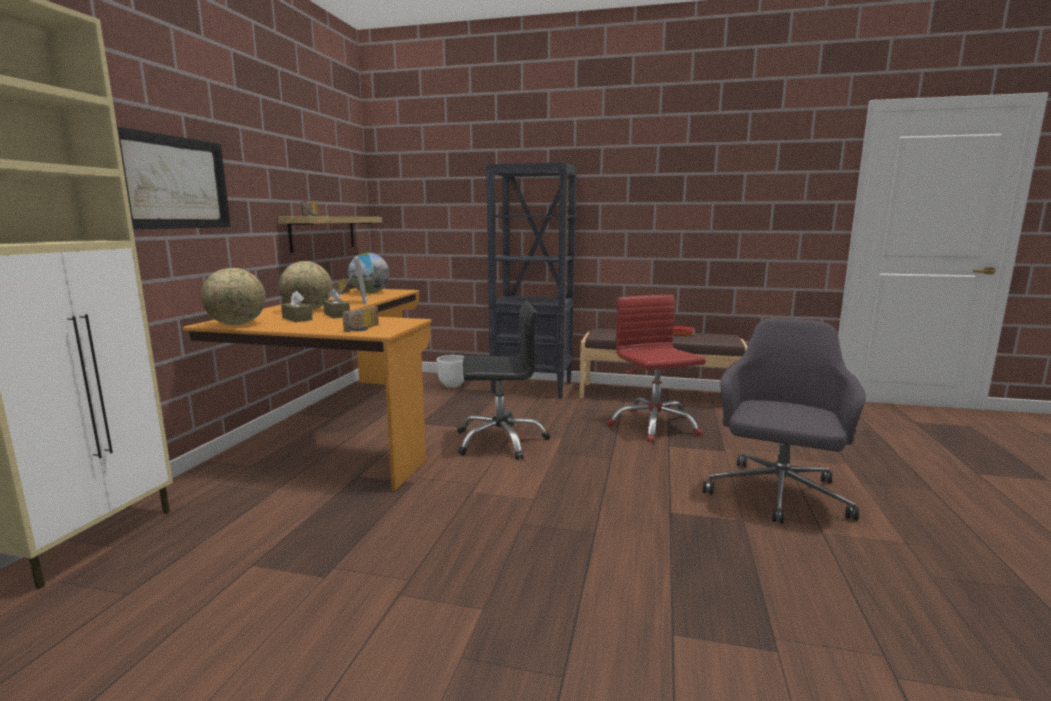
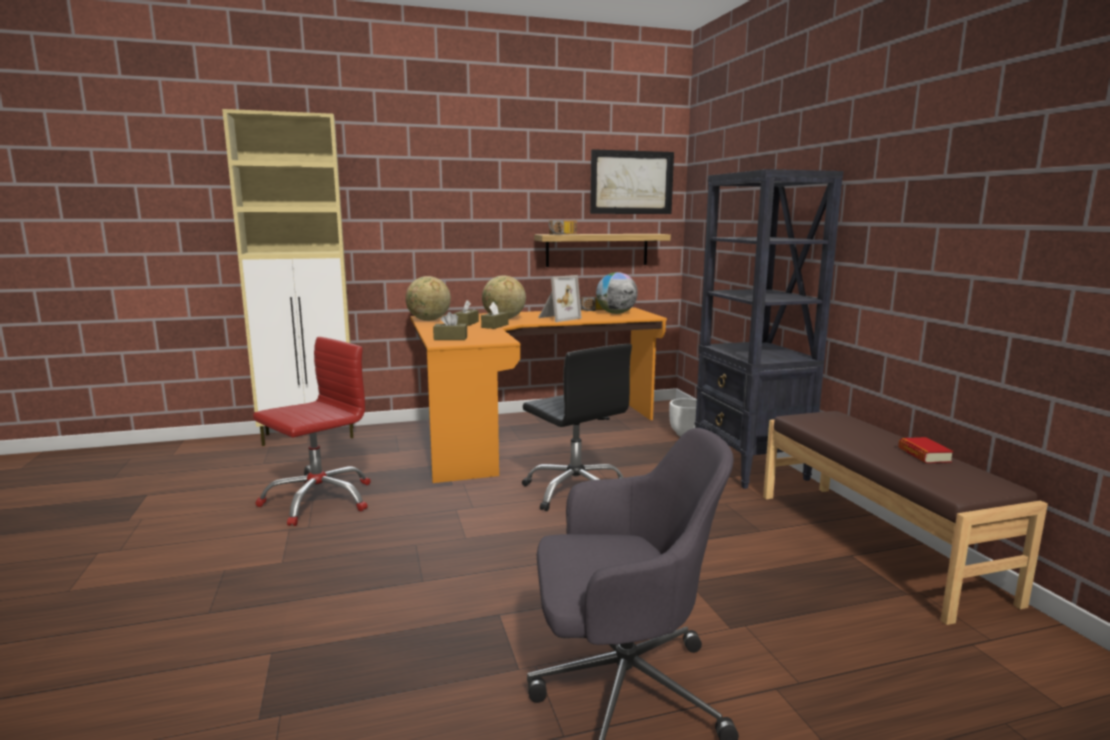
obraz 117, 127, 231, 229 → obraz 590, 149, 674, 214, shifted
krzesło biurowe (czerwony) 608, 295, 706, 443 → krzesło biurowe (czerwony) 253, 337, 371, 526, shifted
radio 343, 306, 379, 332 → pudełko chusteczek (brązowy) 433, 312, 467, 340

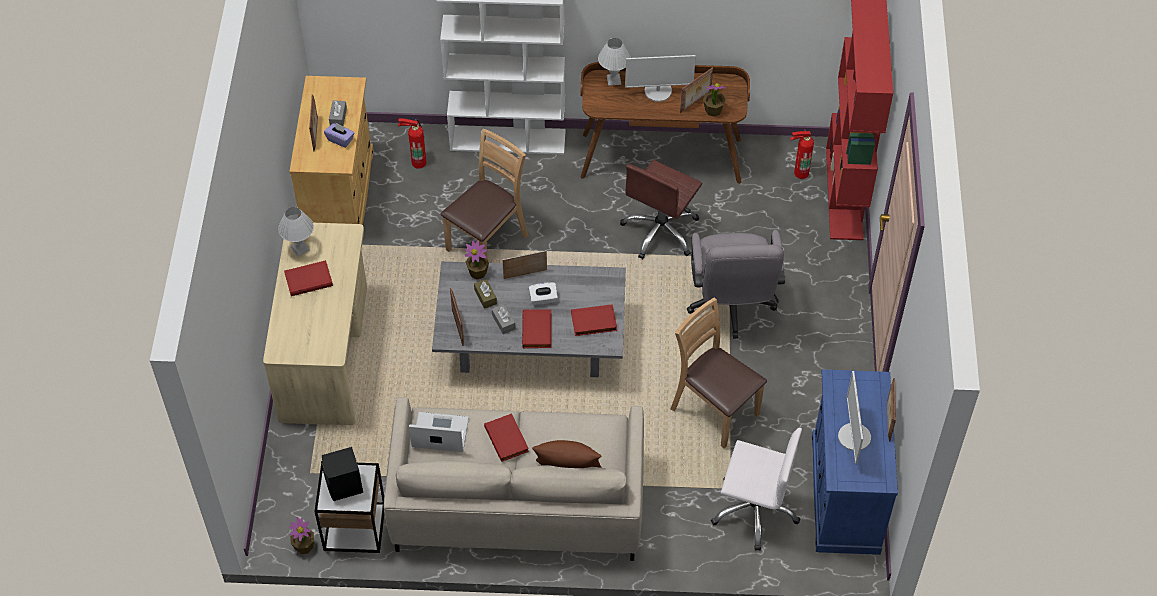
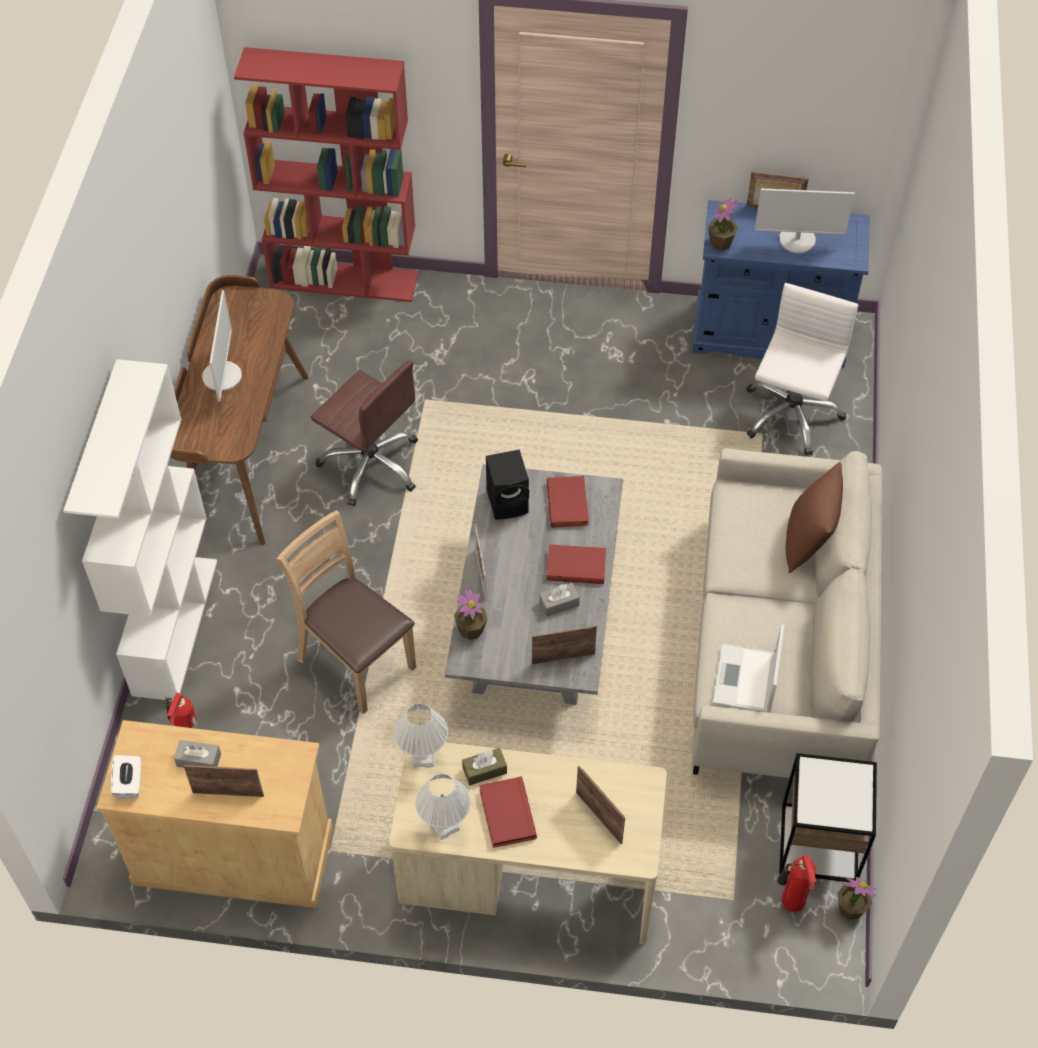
lampa stołowa (biały) 598, 38, 631, 86 → lampa stołowa (biały) 394, 704, 448, 767, shifted
ramka na zdjęcie 680, 67, 713, 113 → ramka na zdjęcie 576, 766, 625, 844, shifted
roślina doniczkowa 703, 83, 727, 117 → roślina doniczkowa 708, 197, 738, 251, shifted
pudełko chusteczek (fioletowy) 324, 122, 354, 148 → -
gaśnica 790, 130, 814, 179 → gaśnica 777, 855, 816, 912, shifted
krzesło biurowe (szary) 687, 230, 785, 339 → -
pudełko chusteczek (brązowy) 474, 279, 497, 309 → pudełko chusteczek (brązowy) 462, 748, 507, 785, shifted
pudełko chusteczek (biały) 529, 282, 558, 305 → pudełko chusteczek (biały) 111, 755, 141, 799, shifted
krzesło (brązowy) 670, 298, 767, 448 → -
książka (czerwony) 484, 413, 529, 462 → -
głośnik (czarny) 321, 447, 363, 501 → głośnik (czarny) 486, 449, 529, 519, shifted

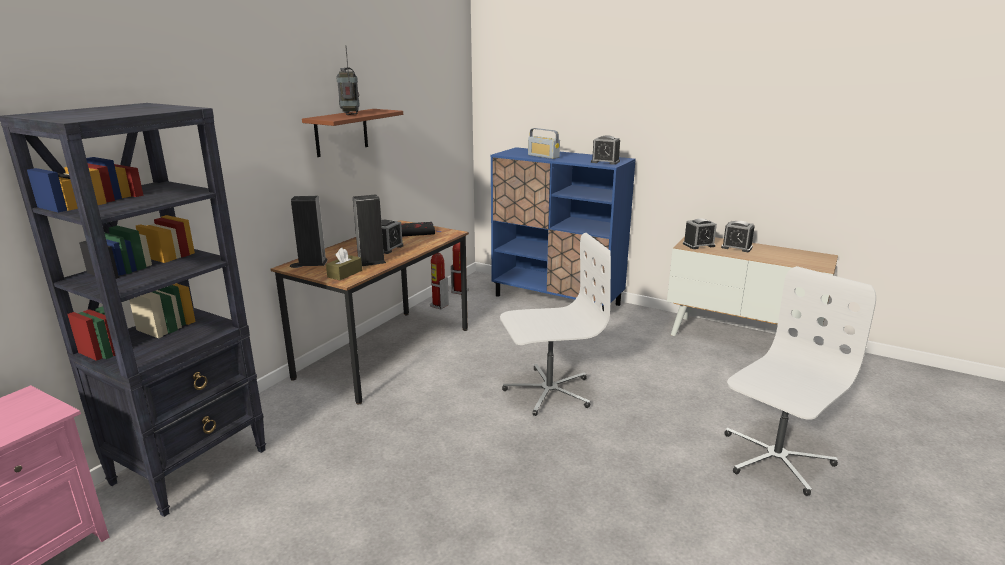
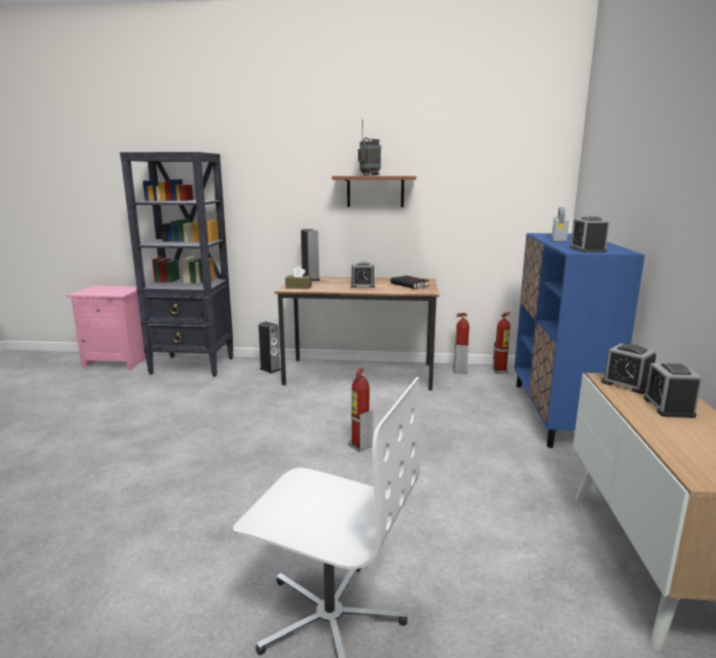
głośnik 353, 194, 386, 266 → głośnik 258, 322, 281, 374, shifted
krzesło biurowe (biały) 500, 233, 611, 416 → gaśnica 348, 368, 373, 452

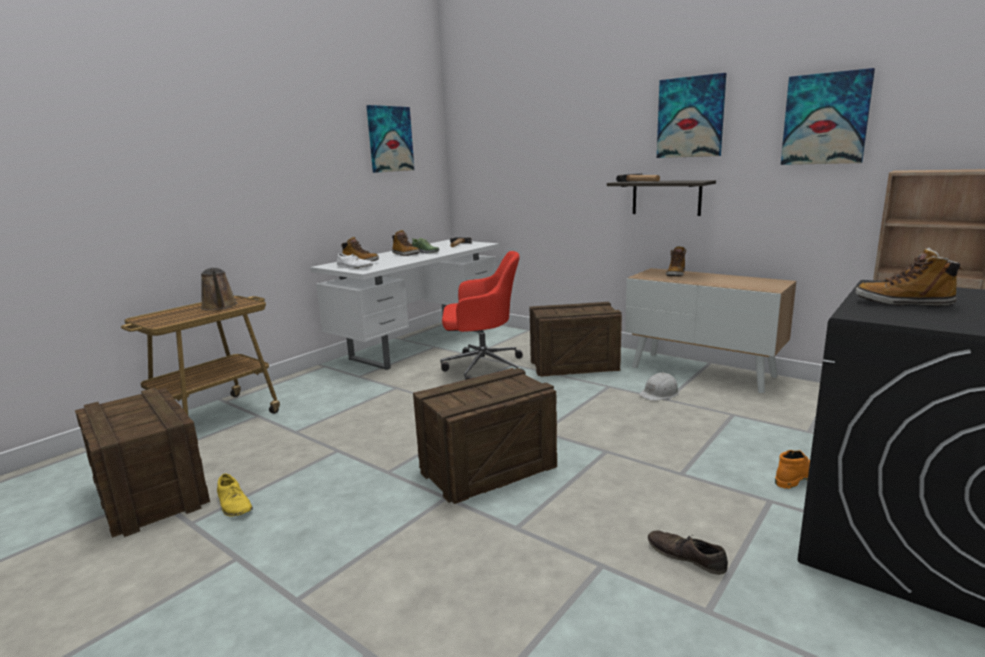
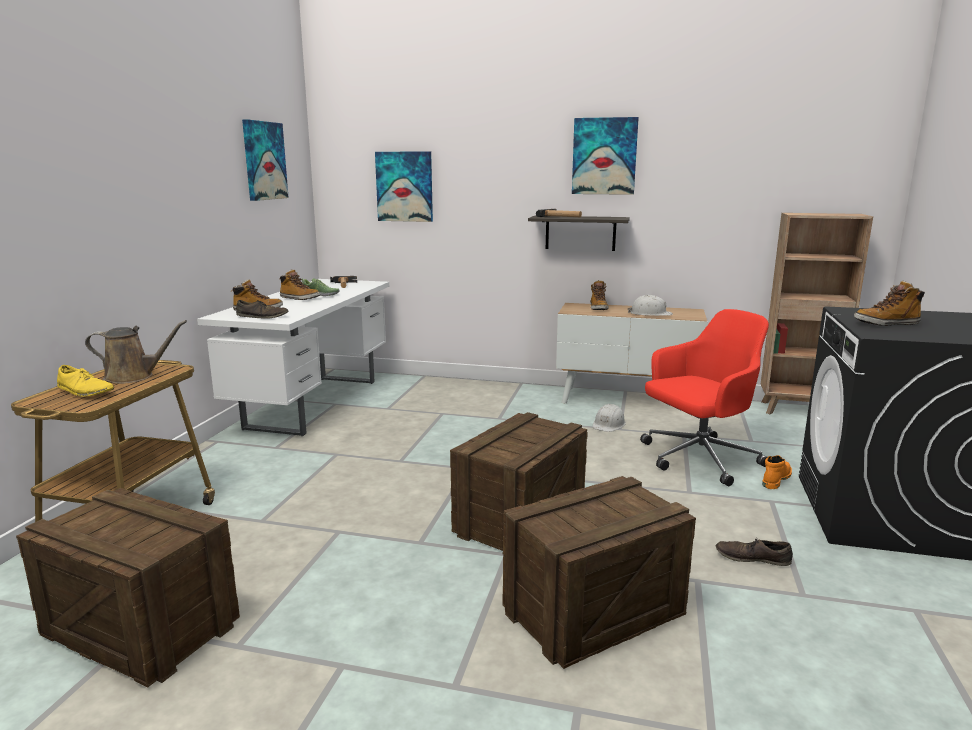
obraz 781, 68, 875, 165 → obraz 375, 151, 433, 222, shifted
krzesło biurowe (czerwony) 440, 251, 524, 380 → krzesło biurowe (czerwony) 640, 309, 769, 486, shifted
but (biały) 337, 253, 373, 269 → but (brązowy) 236, 300, 288, 319
konewka (brązowy) 201, 268, 237, 310 → konewka (brązowy) 85, 320, 187, 384, 45 degrees counterclockwise
skrzynka 529, 302, 622, 377 → skrzynka 502, 476, 696, 669, shifted
but (żółty) 217, 474, 253, 516 → but (żółty) 57, 365, 114, 397, shifted
- → kask (biały) 628, 295, 673, 316

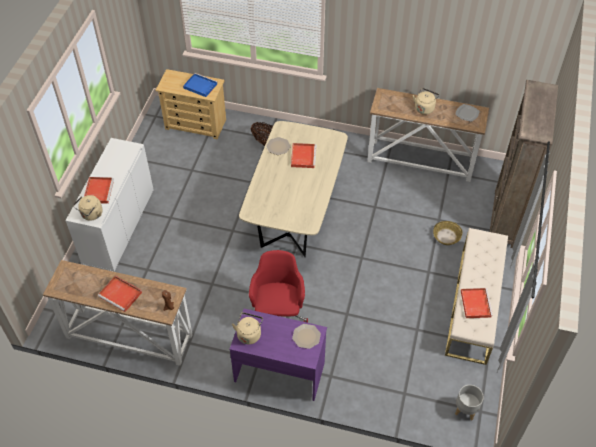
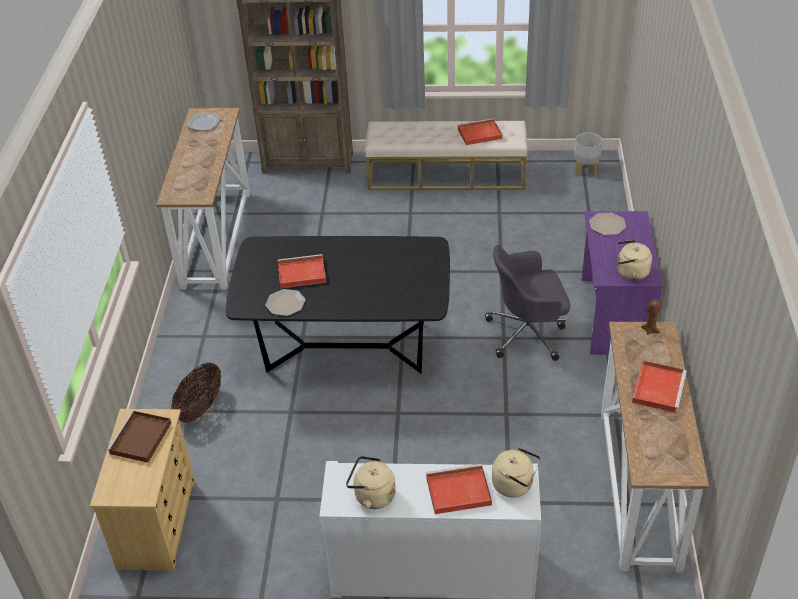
taca (niebieski) 183, 73, 218, 97 → taca (brązowy) 107, 411, 171, 463
czajnik (beżowy) 412, 88, 439, 115 → czajnik (beżowy) 346, 456, 396, 509, shifted
stół jadalny (beżowy) 239, 121, 348, 257 → stół jadalny (czarny) 226, 236, 450, 374
koszyk 433, 221, 463, 245 → -
krzesło biurowe (czerwony) 249, 250, 308, 323 → krzesło biurowe (szary) 485, 245, 570, 361

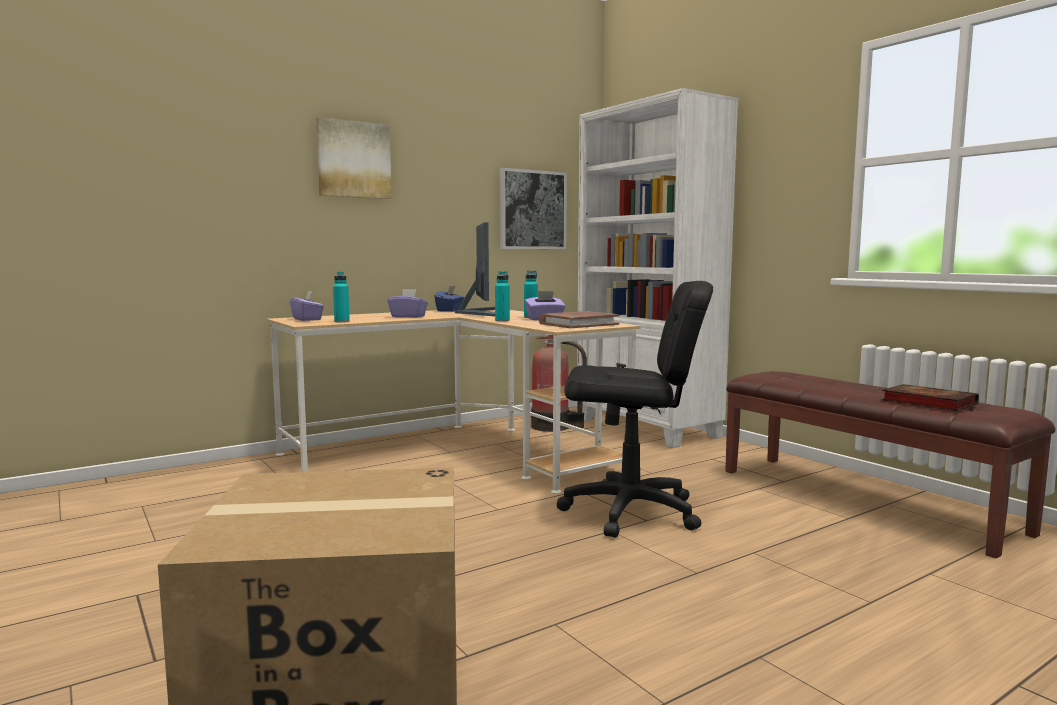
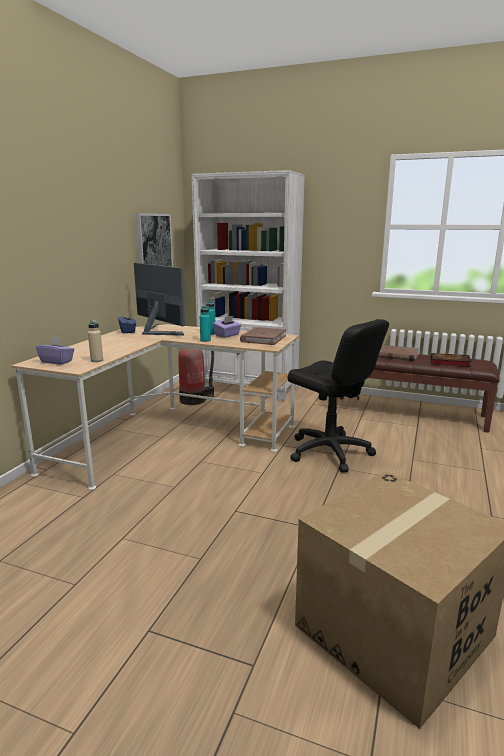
obraz 316, 117, 392, 199 → -
butelka (turkusowy) 333, 272, 350, 323 → butelka (beżowy) 88, 320, 103, 362
krzesło biurowe (czarny) 557, 281, 713, 538 → krzesło biurowe (czarny) 288, 319, 389, 473, 75 degrees clockwise
pudełko chusteczek (fioletowy) 387, 289, 428, 318 → -
- → książka (brązowy) 378, 345, 419, 361

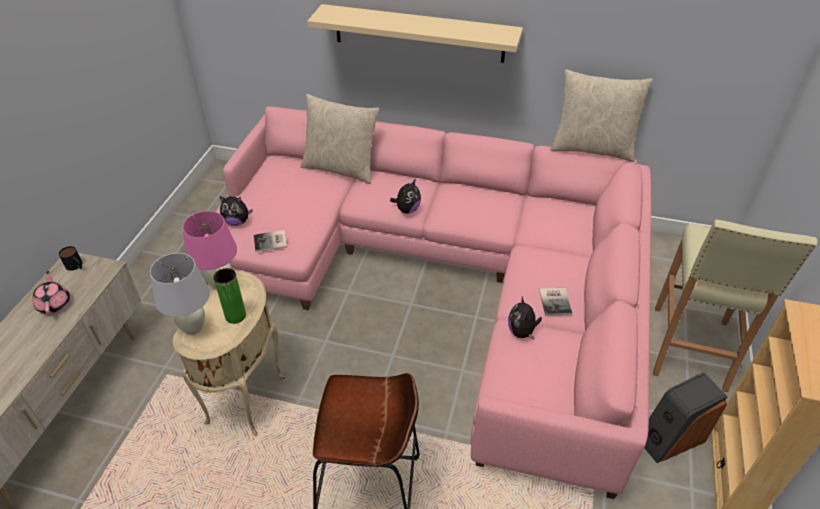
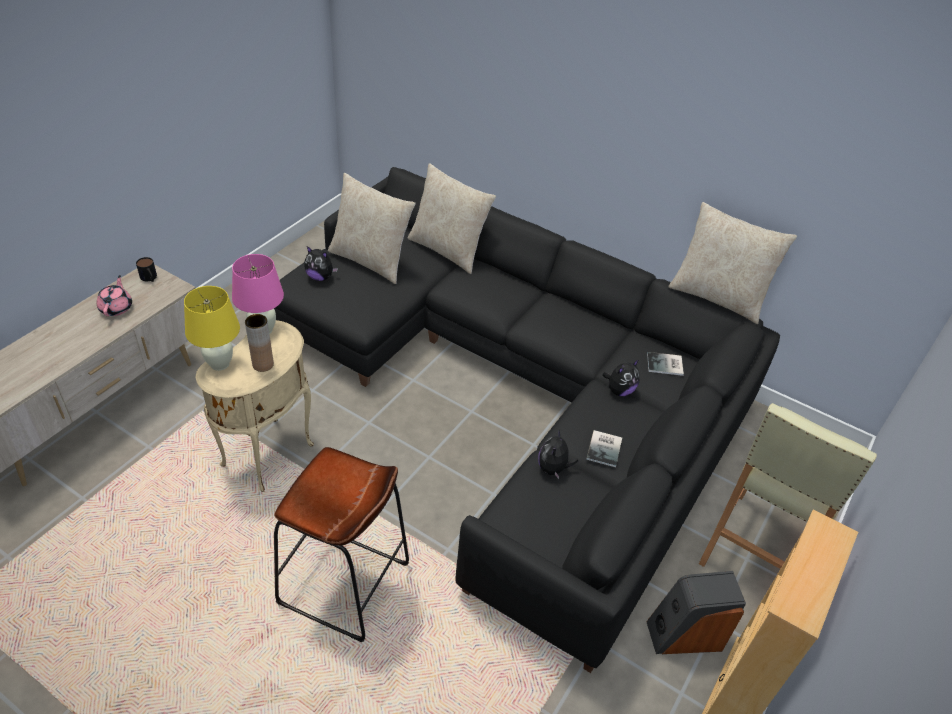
półka (beżowy) 307, 4, 523, 63 → -
kanapa (różowy) 199, 106, 651, 499 → kanapa (czarny) 274, 167, 780, 673
pluszak 390, 179, 421, 214 → pluszak 602, 359, 640, 396, shifted
książka 254, 230, 287, 252 → książka 647, 352, 684, 376, shifted
lampa stołowa (biały) 150, 253, 210, 335 → lampa stołowa (żółty) 184, 286, 240, 371
wazon (zielony) 214, 268, 246, 324 → wazon (brązowy) 245, 314, 274, 372
- → poduszka (beżowy) 328, 173, 416, 284

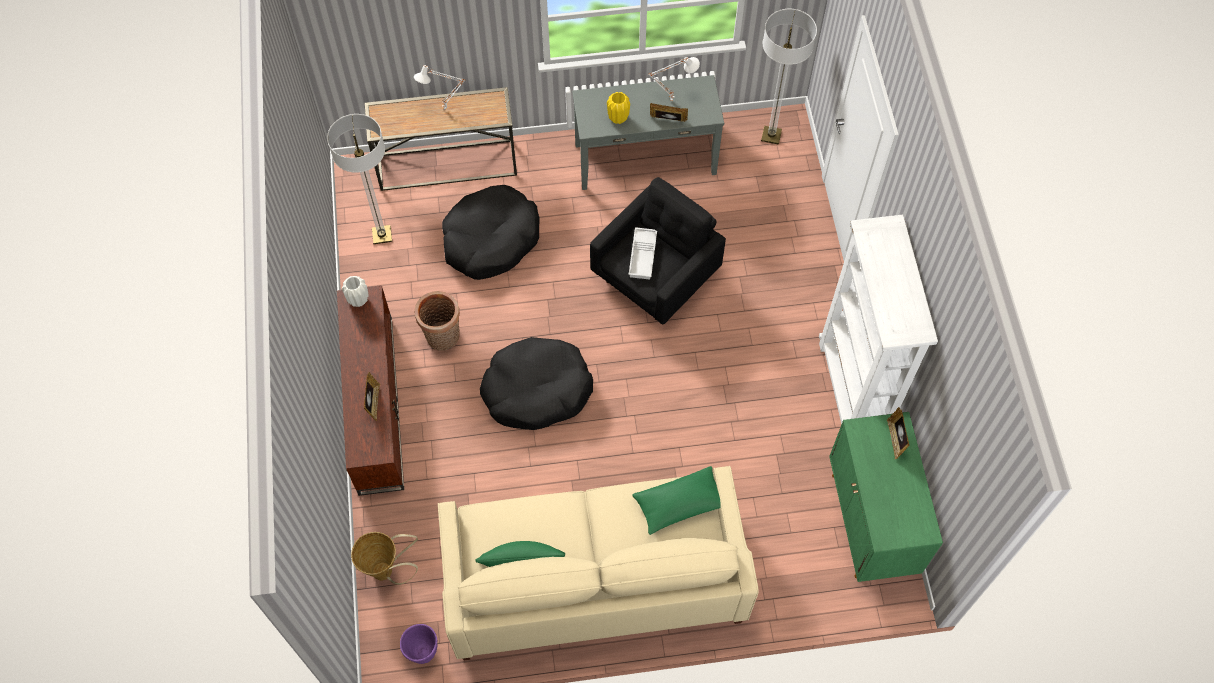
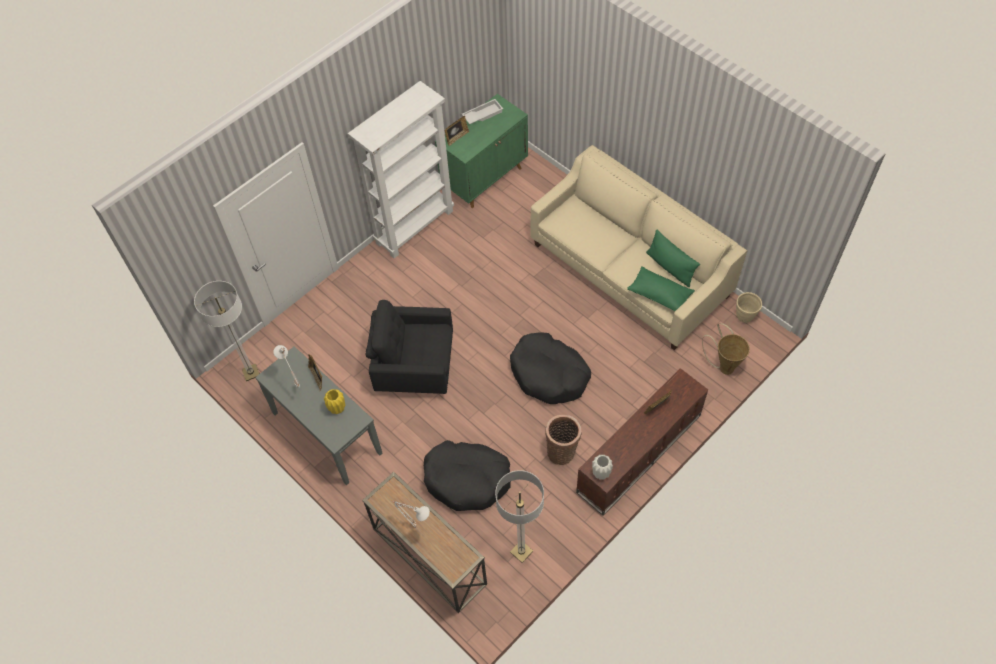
taca (biały) 629, 227, 657, 280 → taca (biały) 462, 99, 503, 124, shifted
poduszka (zielony) 633, 466, 721, 535 → poduszka (zielony) 627, 266, 695, 311, shifted
donica (fioletowy) 400, 624, 437, 664 → donica (beżowy) 736, 292, 762, 323

